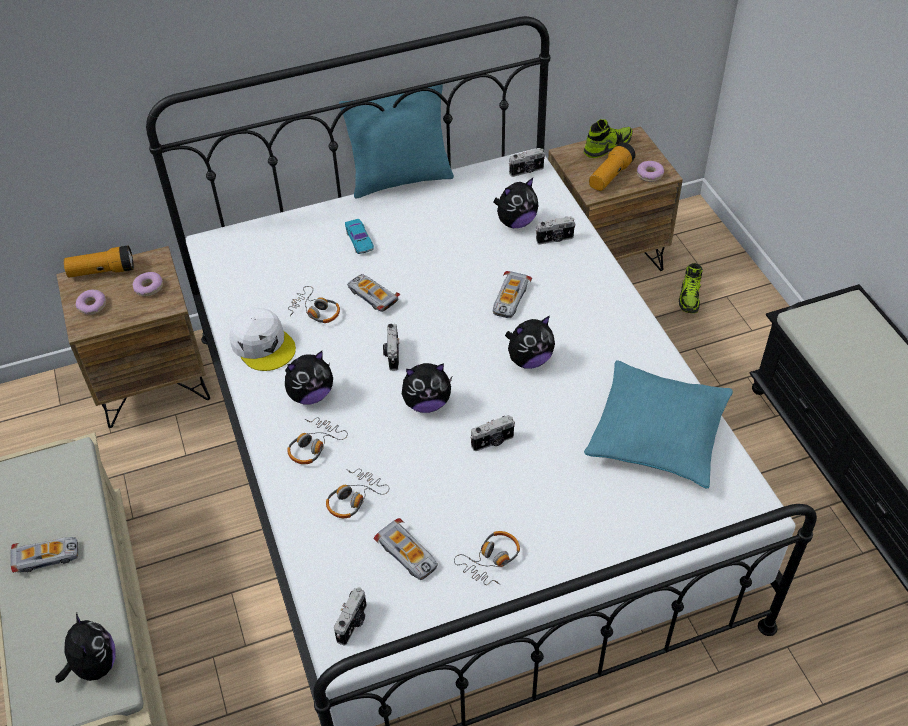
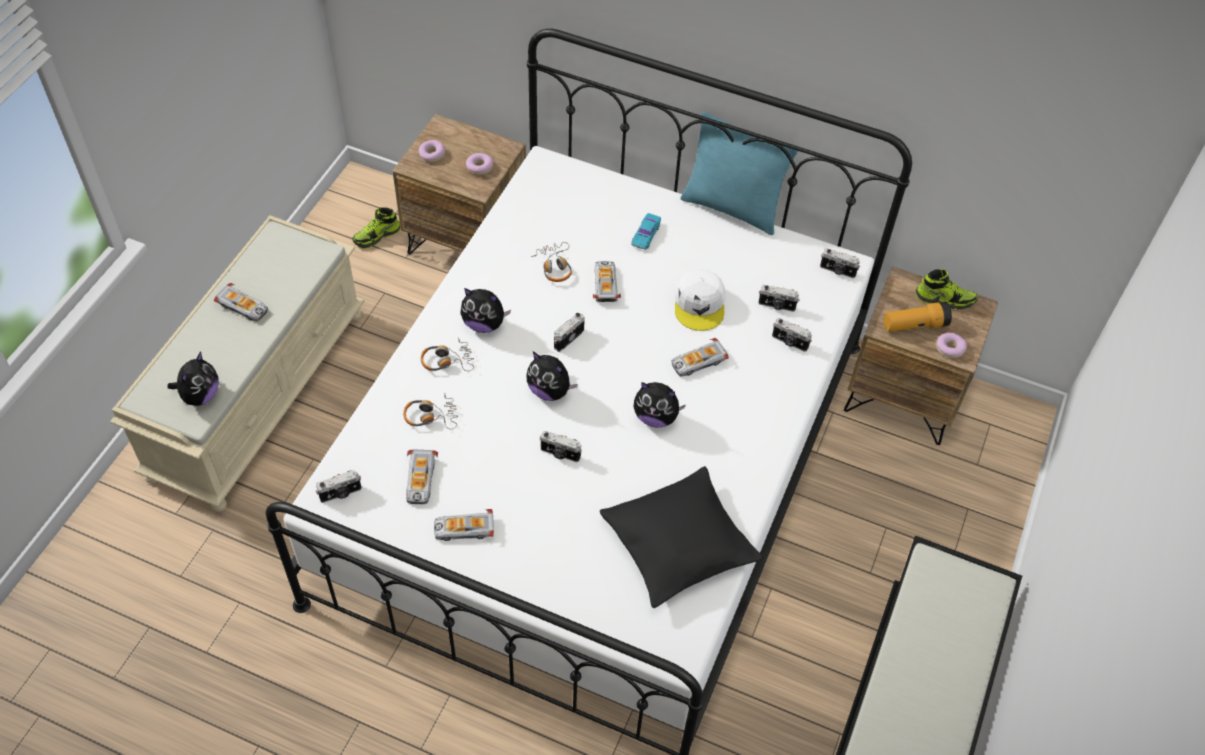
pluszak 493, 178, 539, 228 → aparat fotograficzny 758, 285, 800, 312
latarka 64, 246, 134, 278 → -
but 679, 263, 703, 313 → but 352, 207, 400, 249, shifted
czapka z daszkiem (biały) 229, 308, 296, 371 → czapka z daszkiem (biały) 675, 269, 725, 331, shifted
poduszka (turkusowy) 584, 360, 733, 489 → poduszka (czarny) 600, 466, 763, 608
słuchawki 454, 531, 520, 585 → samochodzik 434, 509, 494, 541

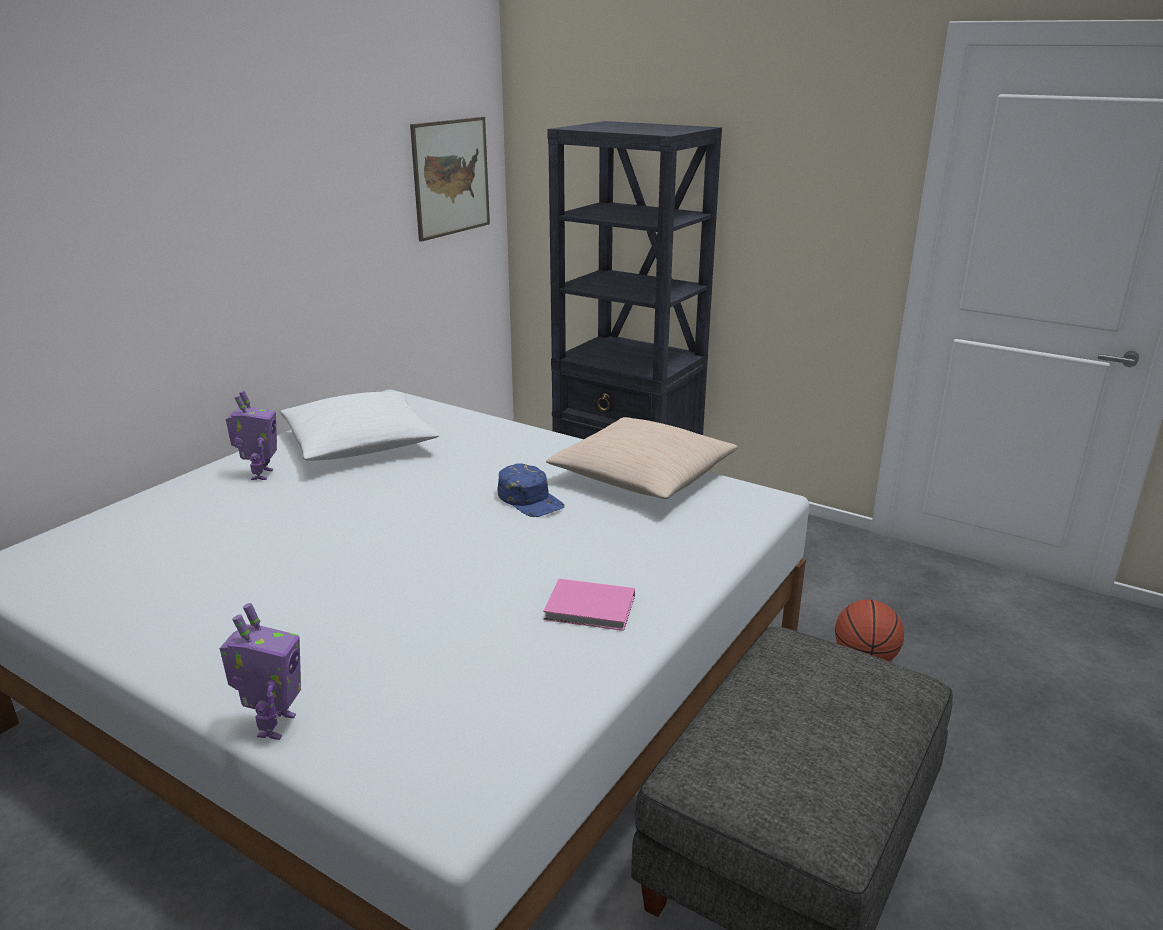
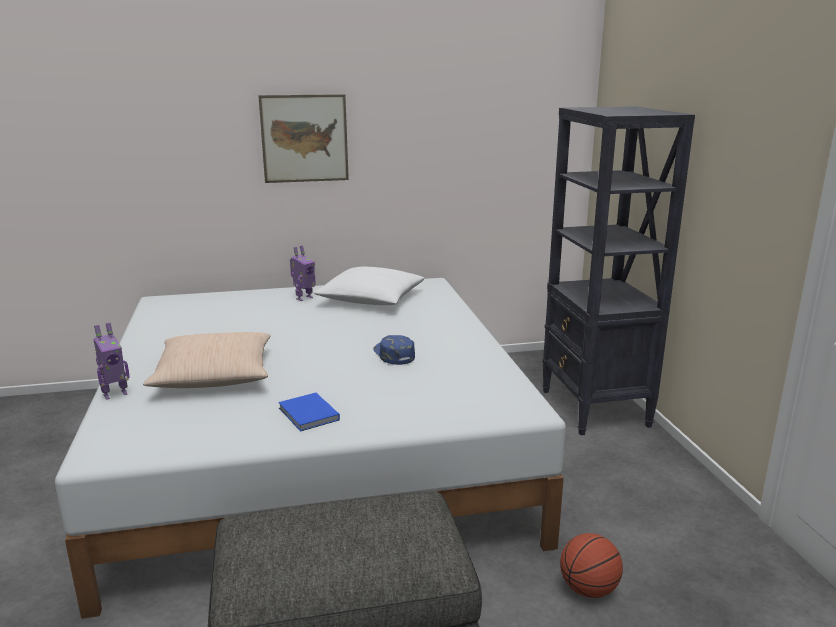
obraz 410, 117, 490, 242 → obraz 258, 94, 349, 183, shifted
poduszka (beżowy) 546, 417, 738, 499 → poduszka (beżowy) 143, 332, 271, 388, shifted
czapka z daszkiem (niebieski) 498, 463, 565, 517 → czapka z daszkiem (niebieski) 373, 335, 415, 365, 150 degrees clockwise
książka (różowy) 543, 579, 635, 631 → książka (niebieski) 278, 393, 340, 431

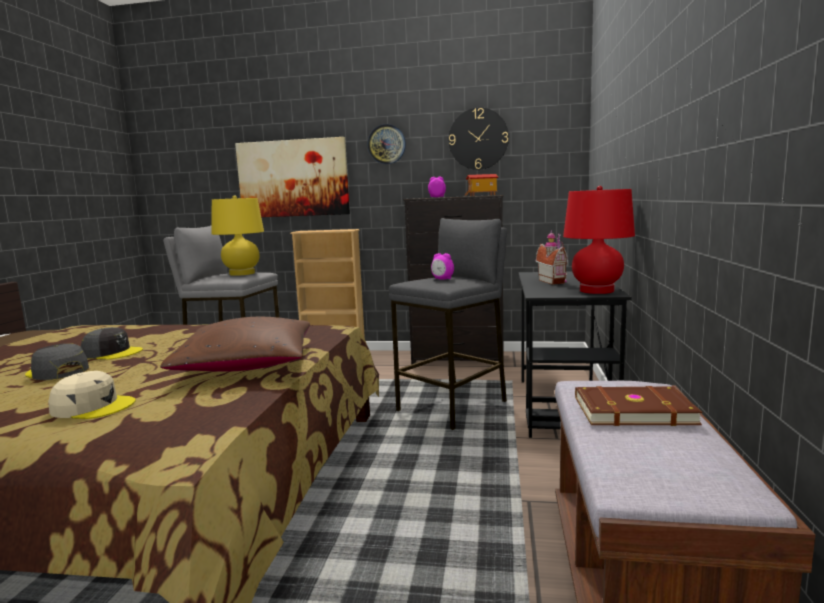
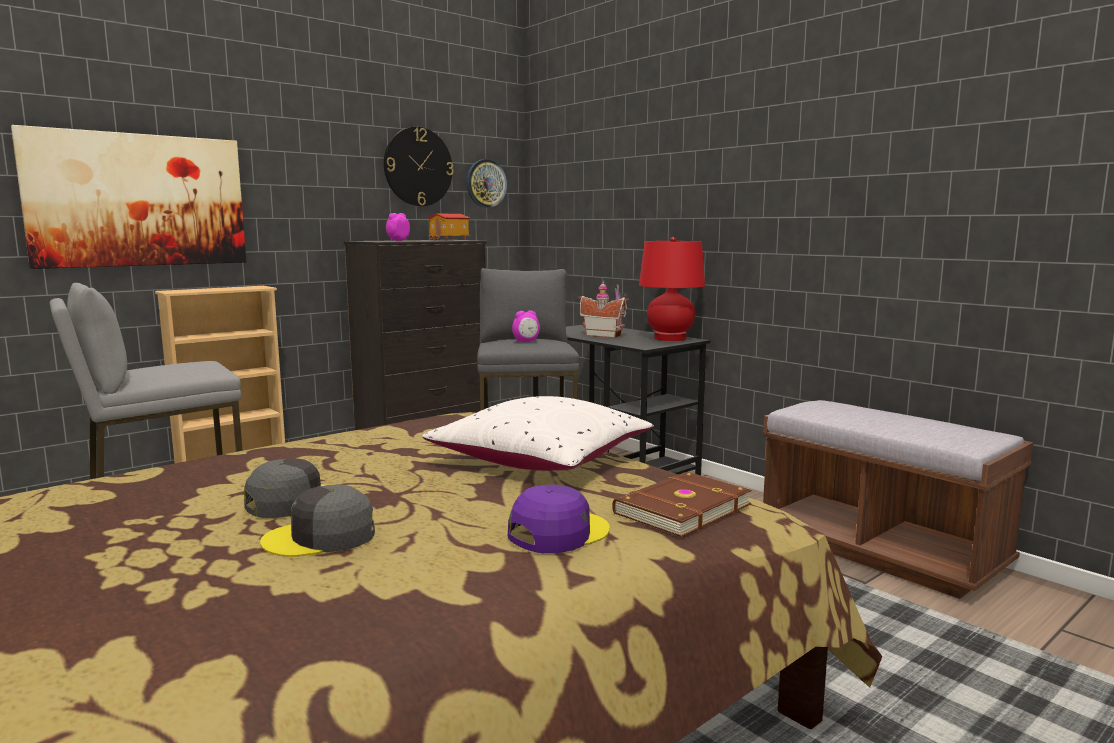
zegar ścienny 367, 124, 406, 164 → zegar ścienny 466, 159, 507, 208, shifted
lampa stołowa (żółty) 212, 196, 264, 276 → -
poduszka (brązowy) 160, 317, 310, 372 → poduszka (biały) 422, 396, 654, 471
czapka z daszkiem (beżowy) 48, 371, 136, 419 → czapka z daszkiem (fioletowy) 508, 484, 610, 553
książka (brązowy) 575, 386, 702, 426 → książka (brązowy) 612, 472, 752, 537, shifted

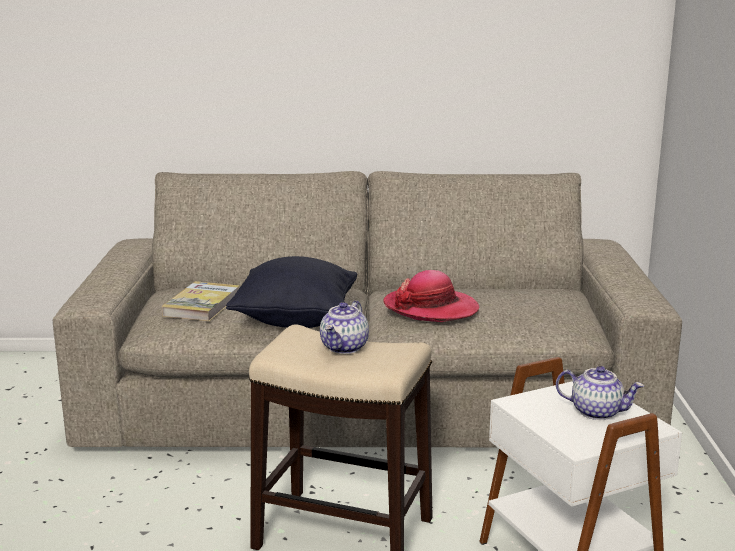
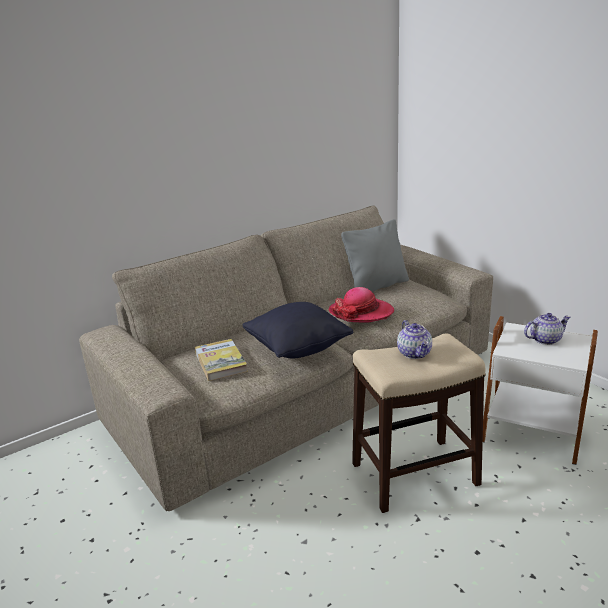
- → poduszka (szary) 341, 219, 409, 292

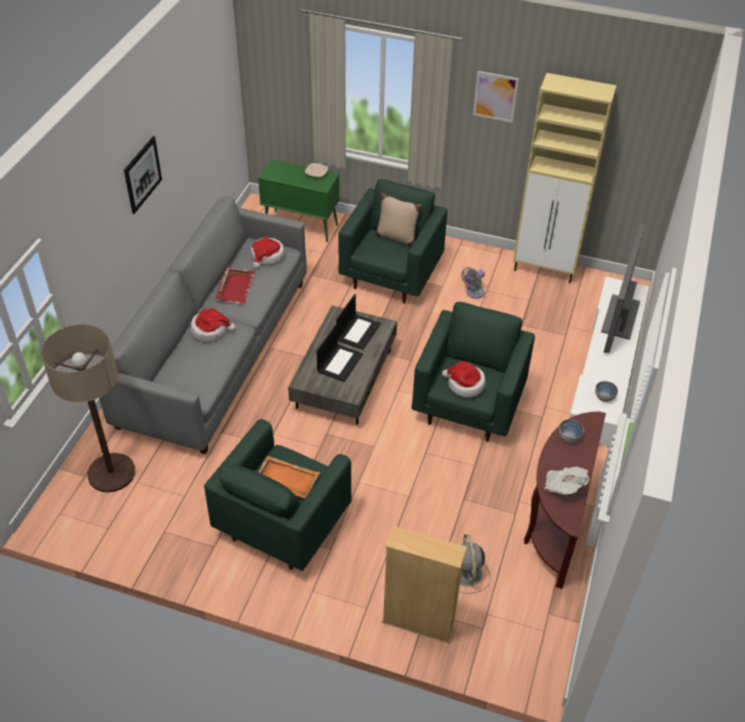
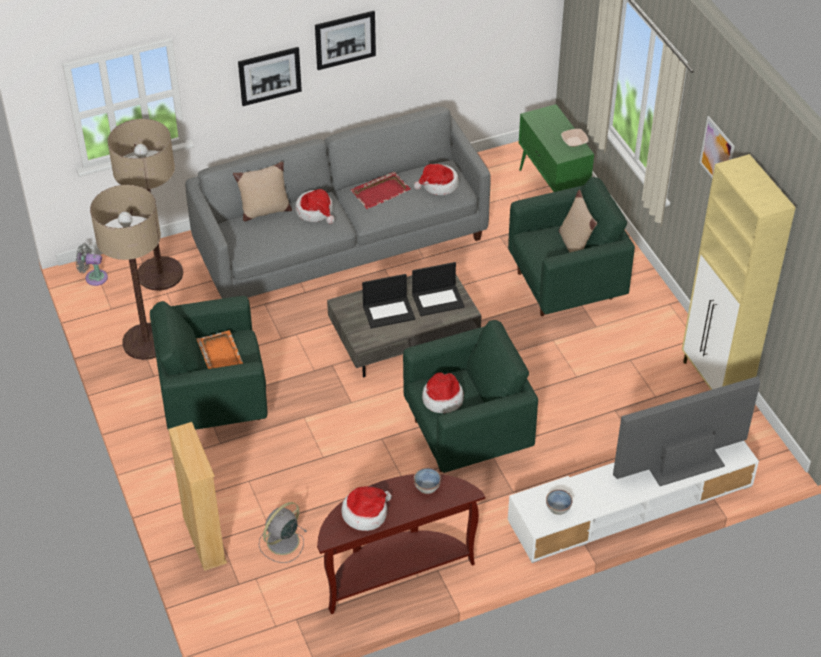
wentylator (szary) 461, 267, 485, 299 → wentylator (szary) 76, 243, 108, 286, shifted
gazeta 544, 466, 589, 494 → kapelusz 341, 486, 392, 531
- → obraz 238, 47, 302, 106
- → poduszka (beżowy) 233, 162, 292, 221
- → lampa stojąca 90, 185, 161, 360

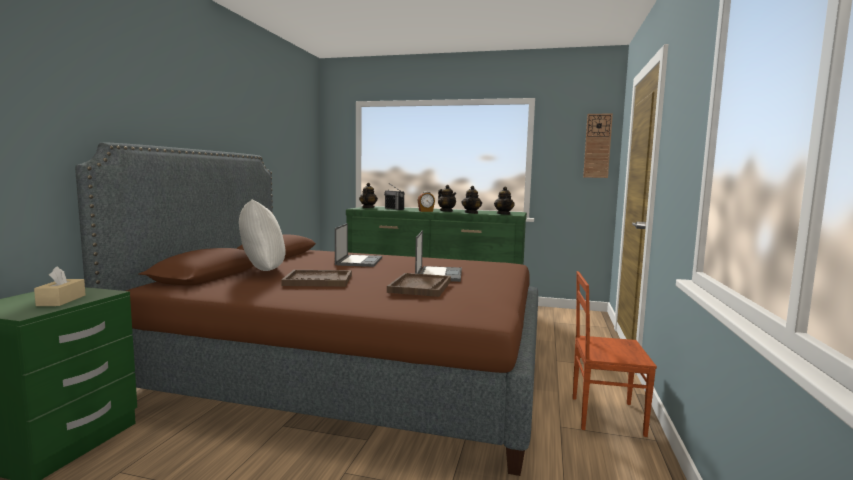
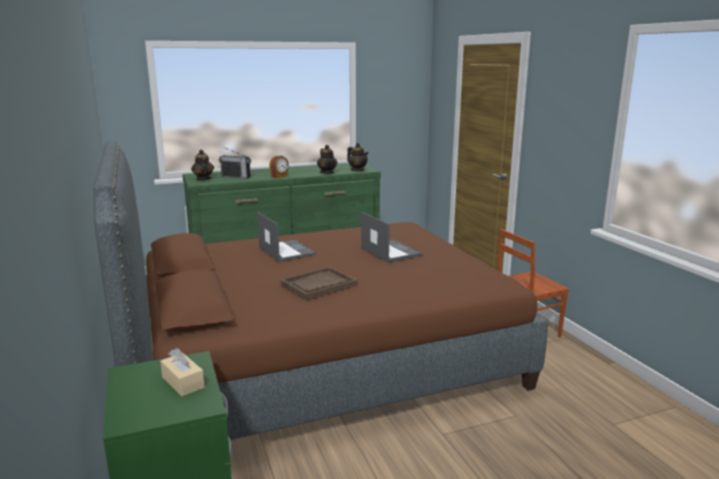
zegar ścienny 583, 114, 613, 178 → -
imbryk 438, 185, 456, 212 → -
poduszka (biały) 239, 199, 286, 271 → -
taca (brązowy) 387, 273, 451, 297 → -

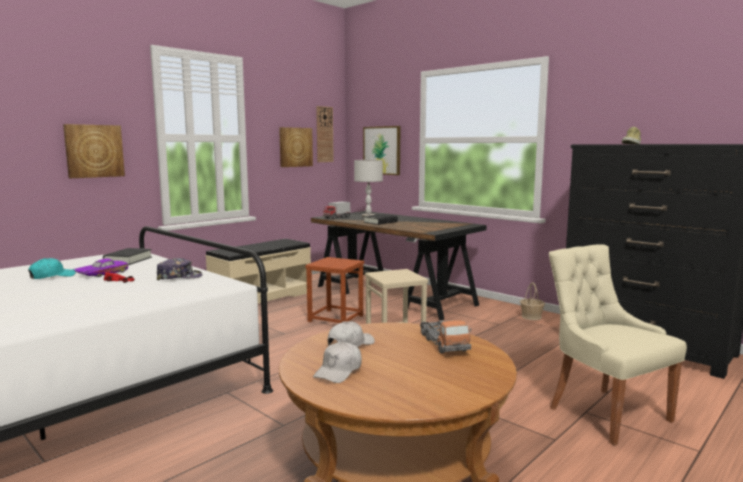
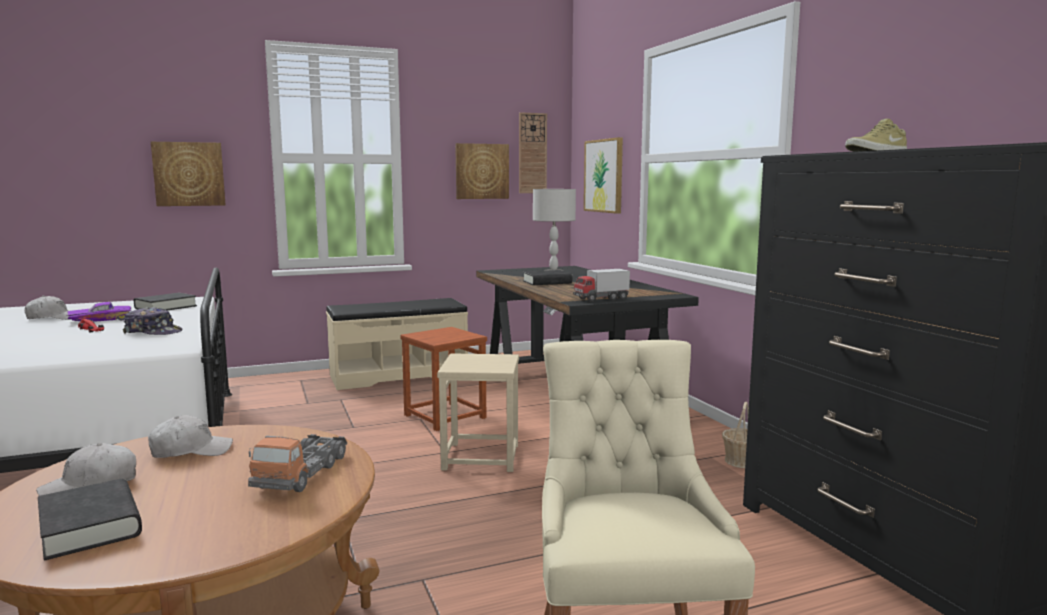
ciężarówka zabawkowa 323, 201, 350, 219 → ciężarówka zabawkowa 573, 269, 630, 302, shifted
czapka z daszkiem (turkusowy) 28, 258, 76, 279 → czapka z daszkiem (biały) 25, 296, 70, 320
- → książka (czarny) 38, 479, 142, 561

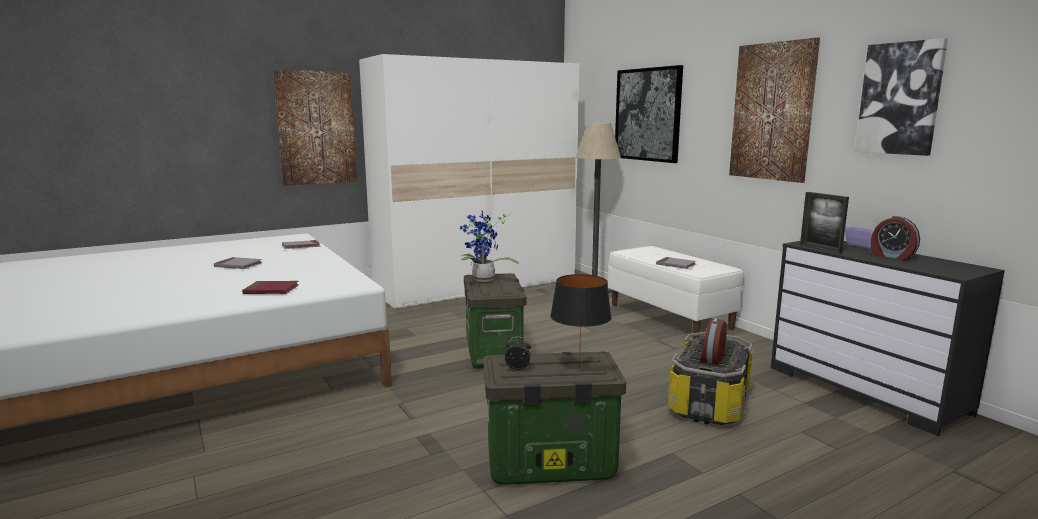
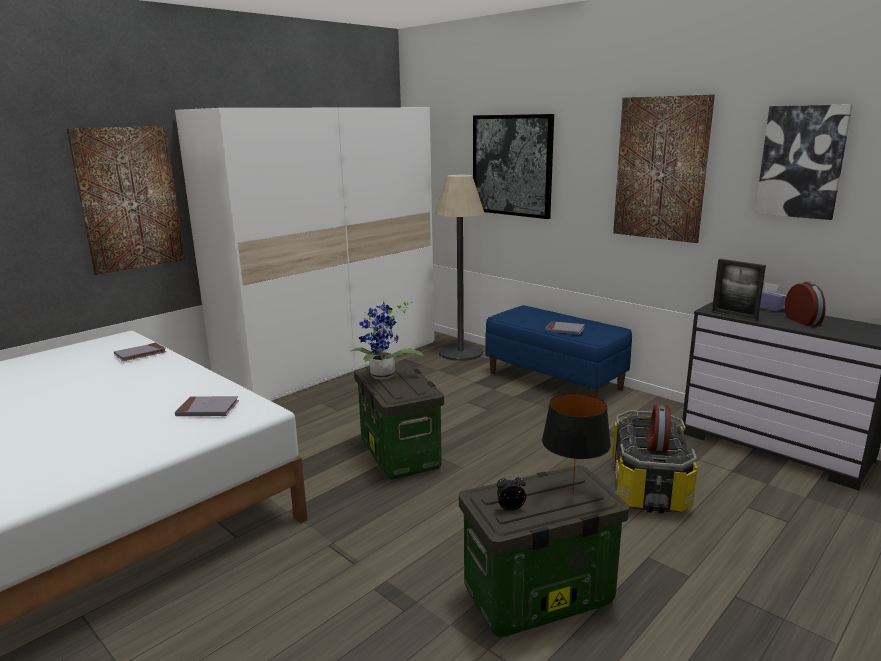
budzik 871, 216, 920, 260 → budzik 785, 282, 826, 325, 135 degrees counterclockwise
ławka (biały) 608, 246, 744, 339 → ławka (niebieski) 485, 305, 632, 397
książka (szary) 214, 257, 263, 269 → książka (szary) 175, 396, 239, 416, shifted
książka (czerwony) 242, 281, 299, 294 → -

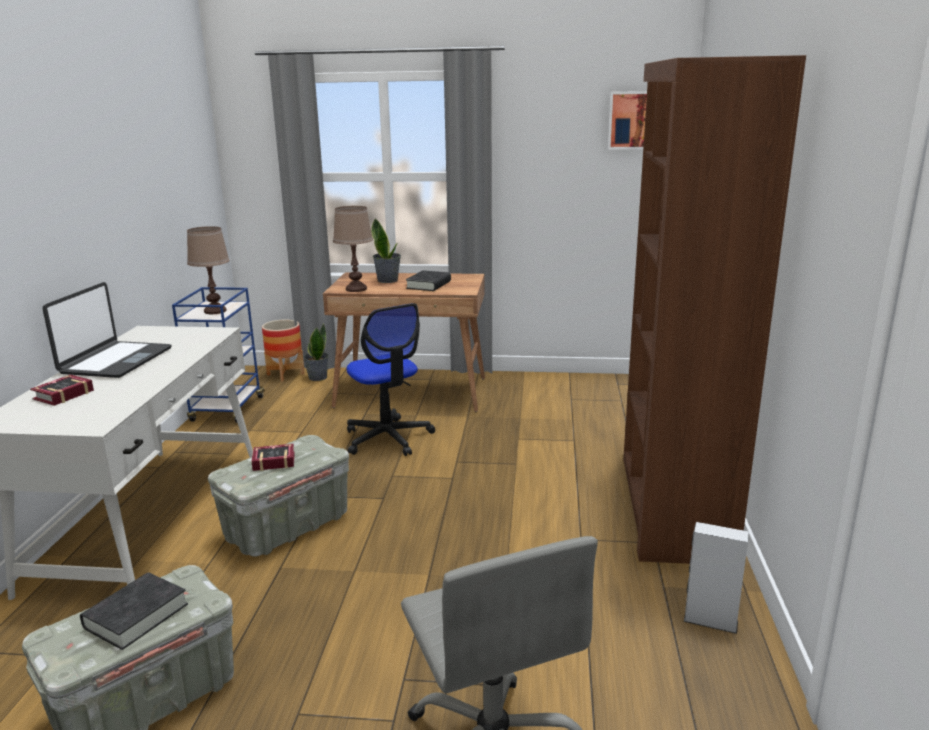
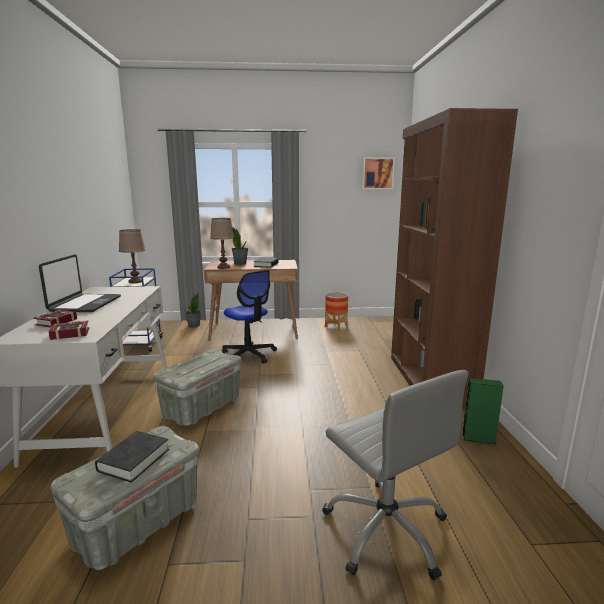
donica 262, 320, 305, 382 → donica 325, 292, 348, 330, shifted
książka 251, 444, 294, 471 → książka 49, 321, 89, 340, shifted
głośnik (szary) 684, 522, 749, 634 → głośnik (zielony) 462, 378, 504, 444

